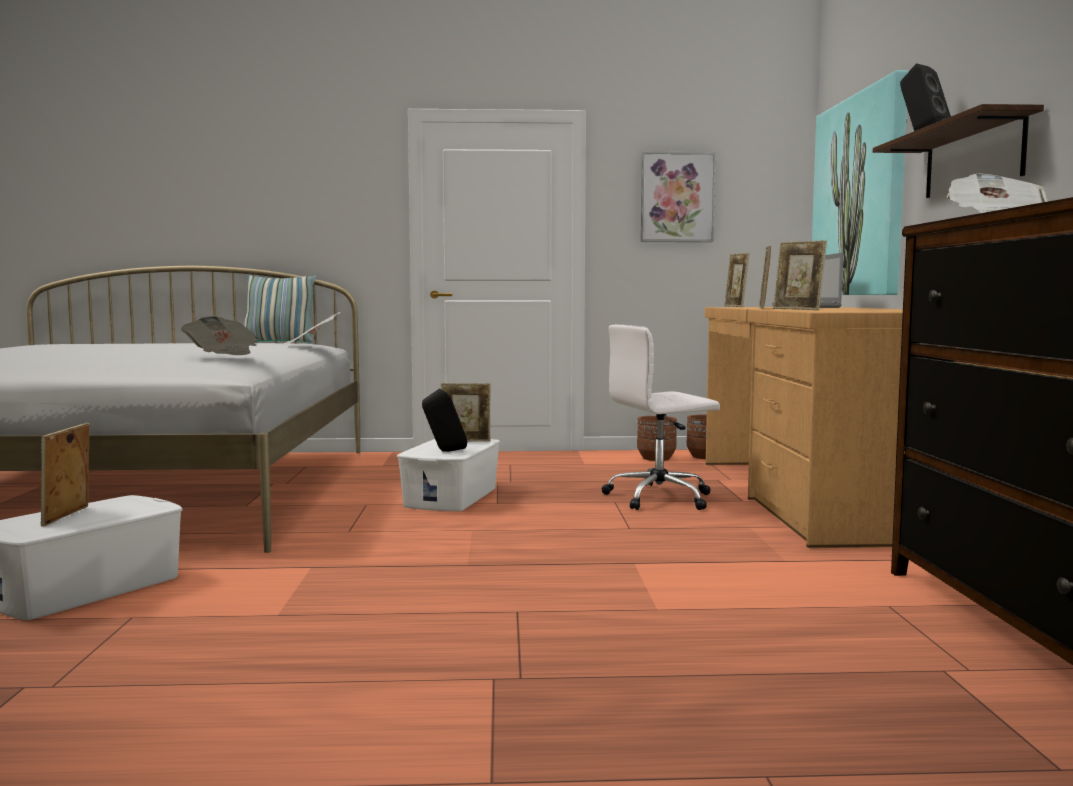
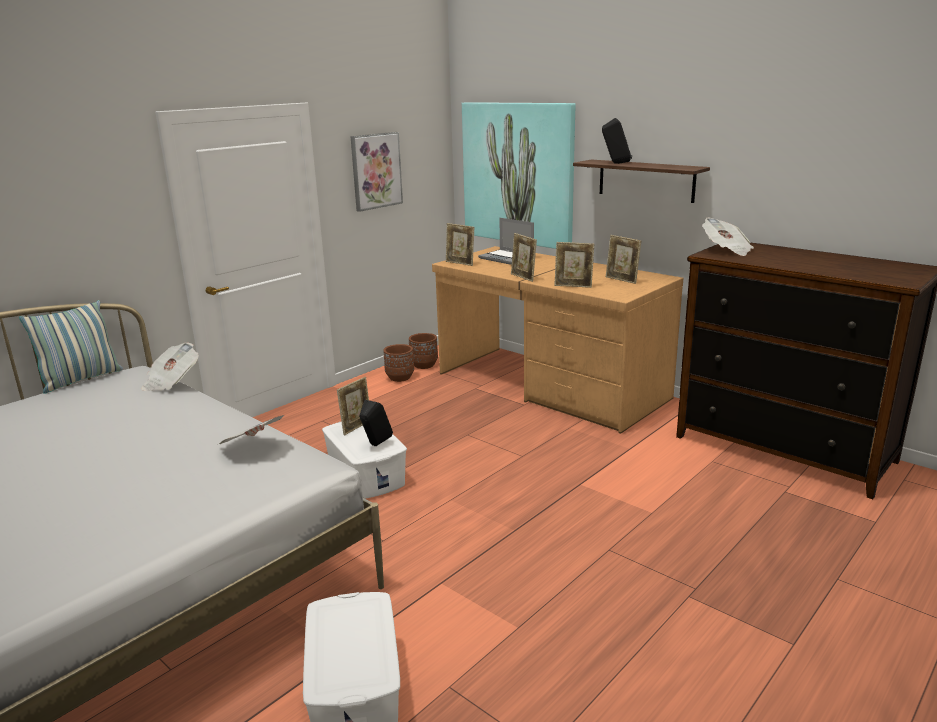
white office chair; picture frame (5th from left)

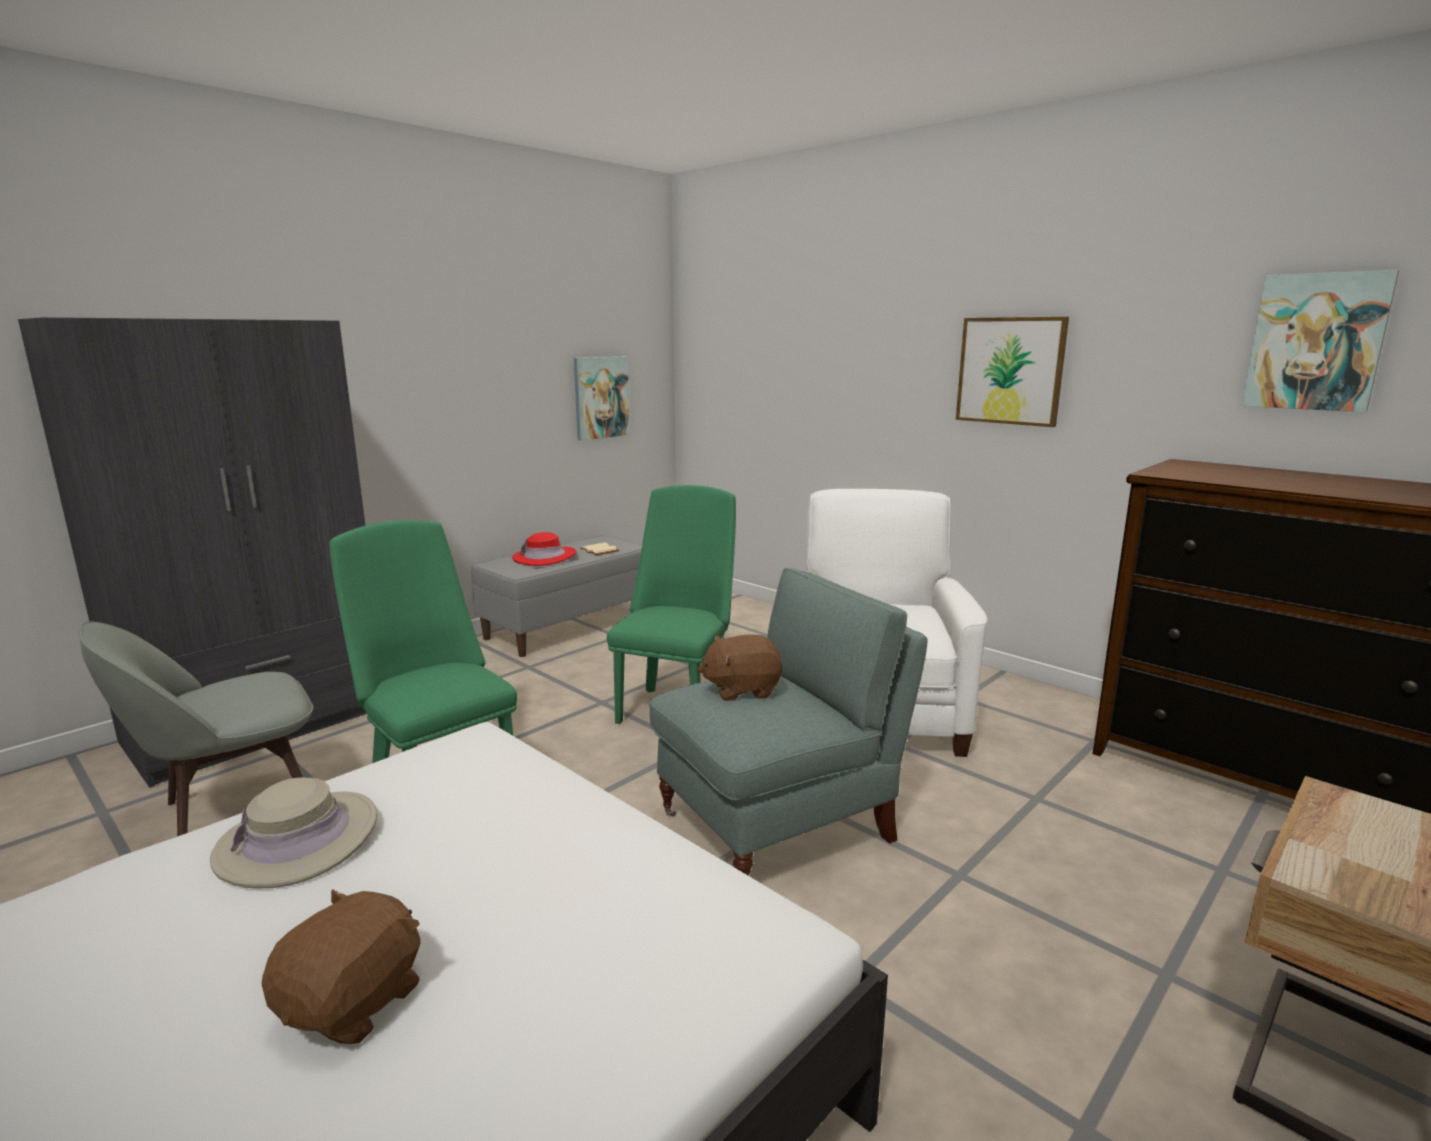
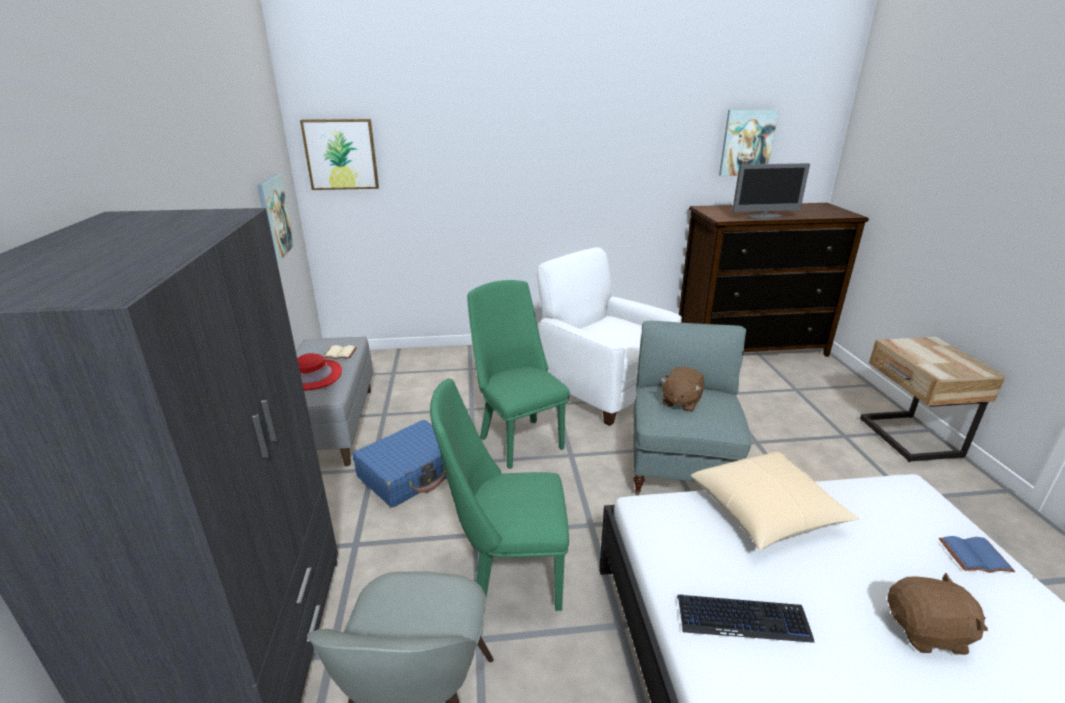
blue suitcase; beige pillow; monitor; blue book; picture (2nd from left); keyboard; brown plush toy (2nd from left)

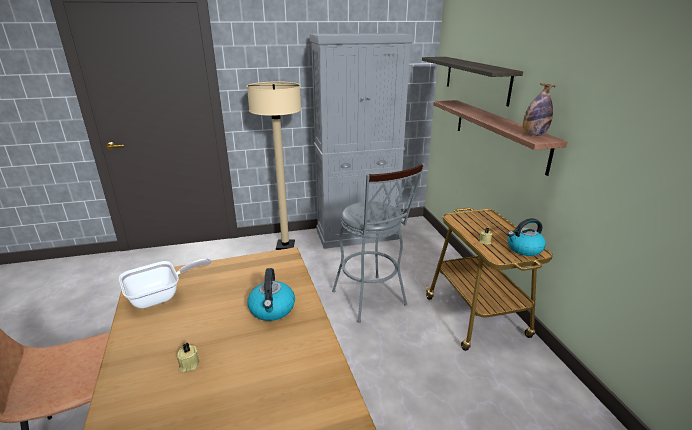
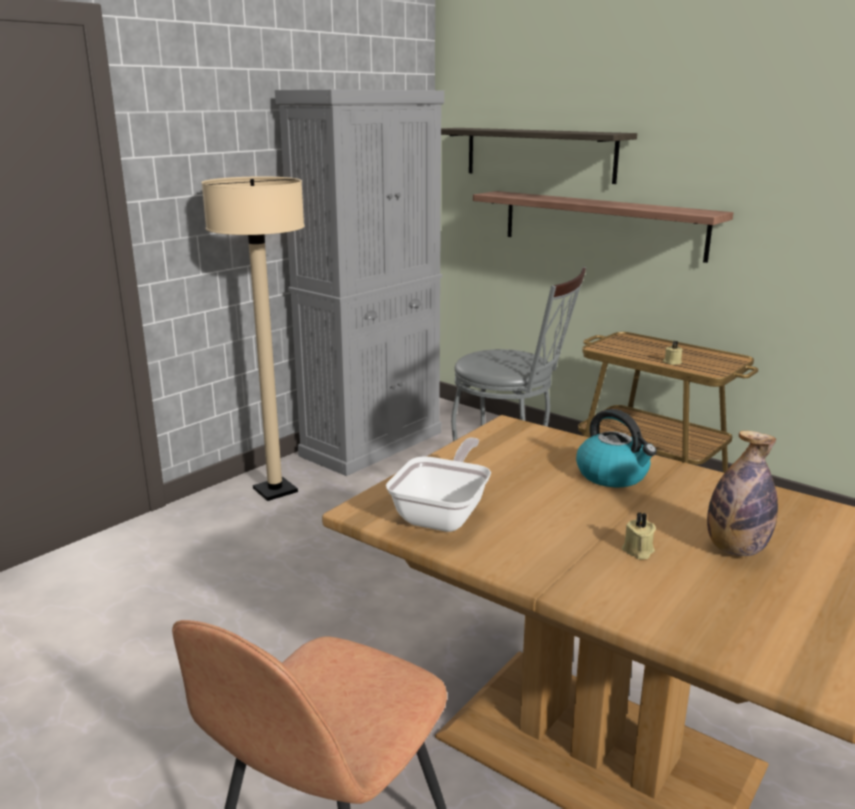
kettle (2nd from left in the first image); bottle

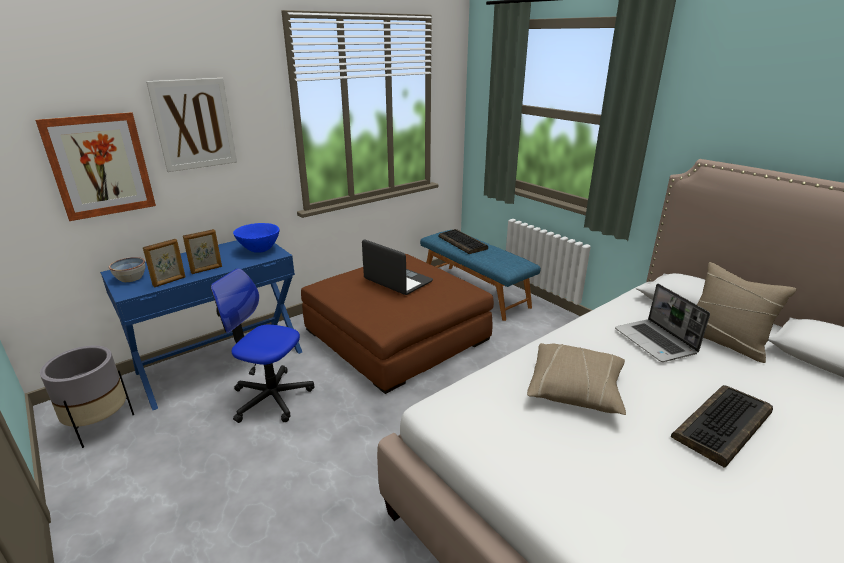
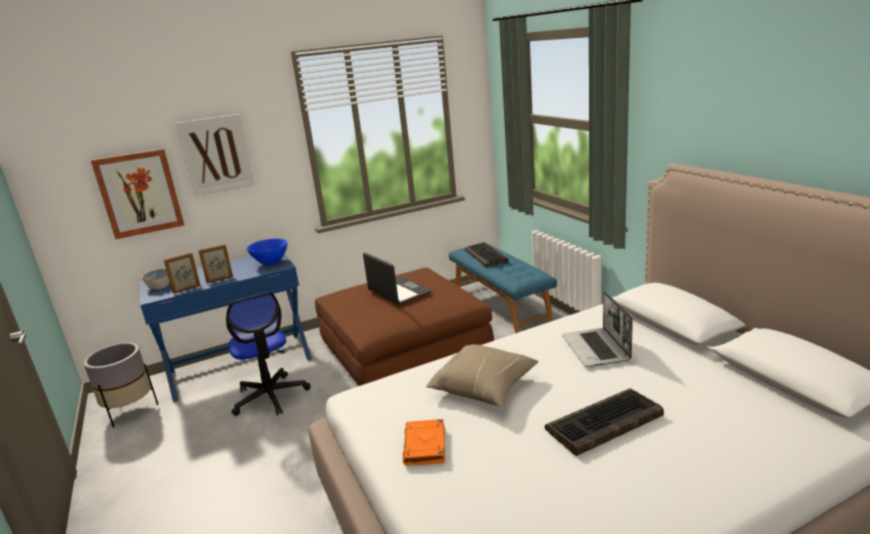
beige pillow (2nd from left in the first image); orange book; office chair

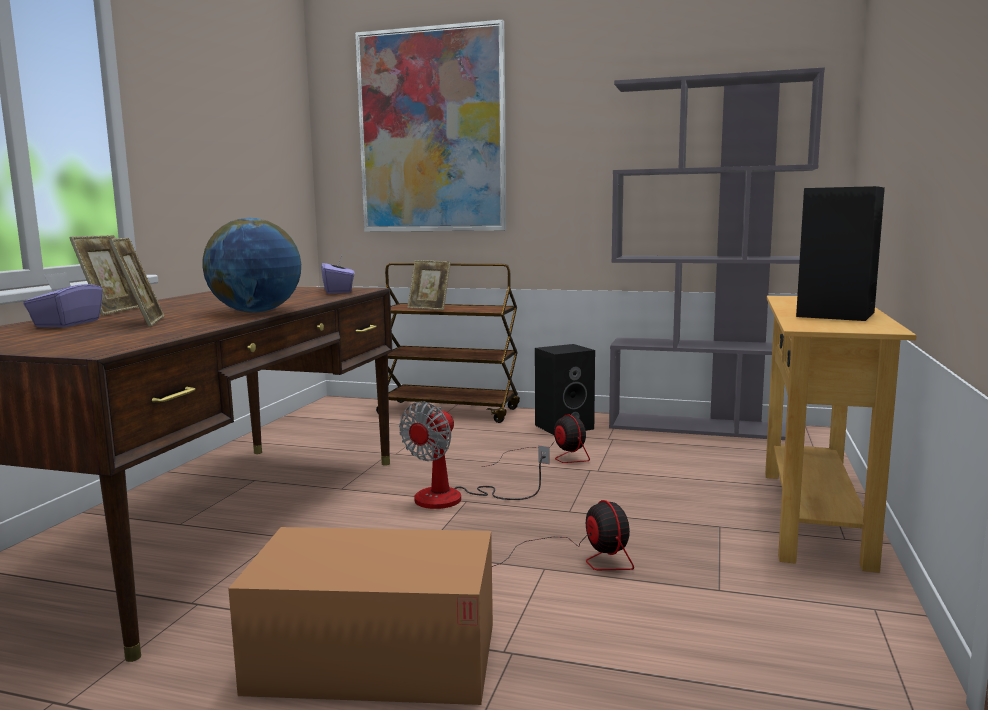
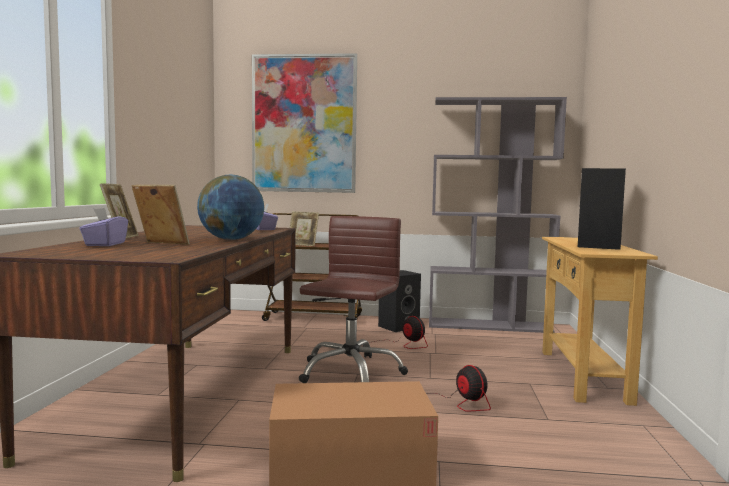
brown office chair; picture frame (2nd from left)

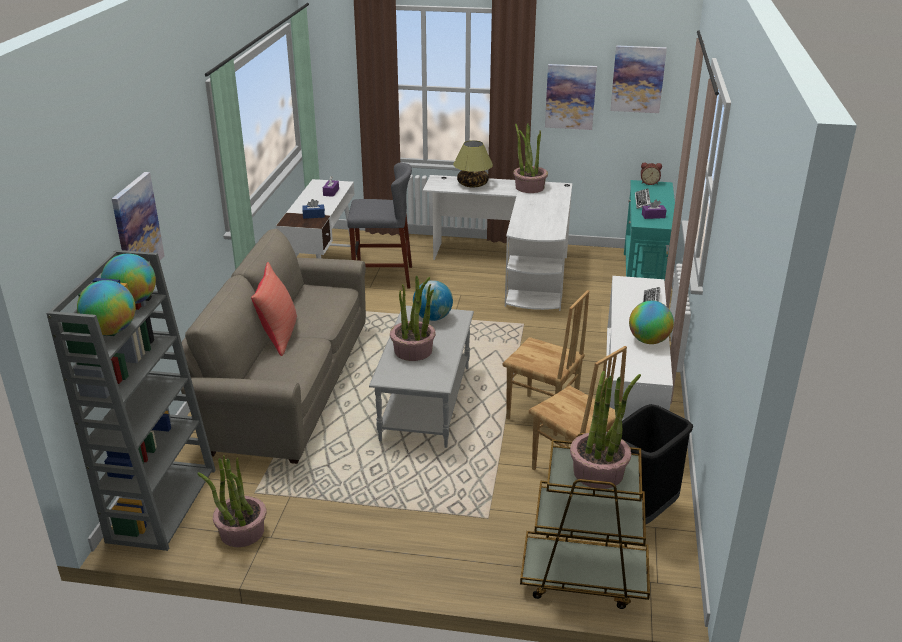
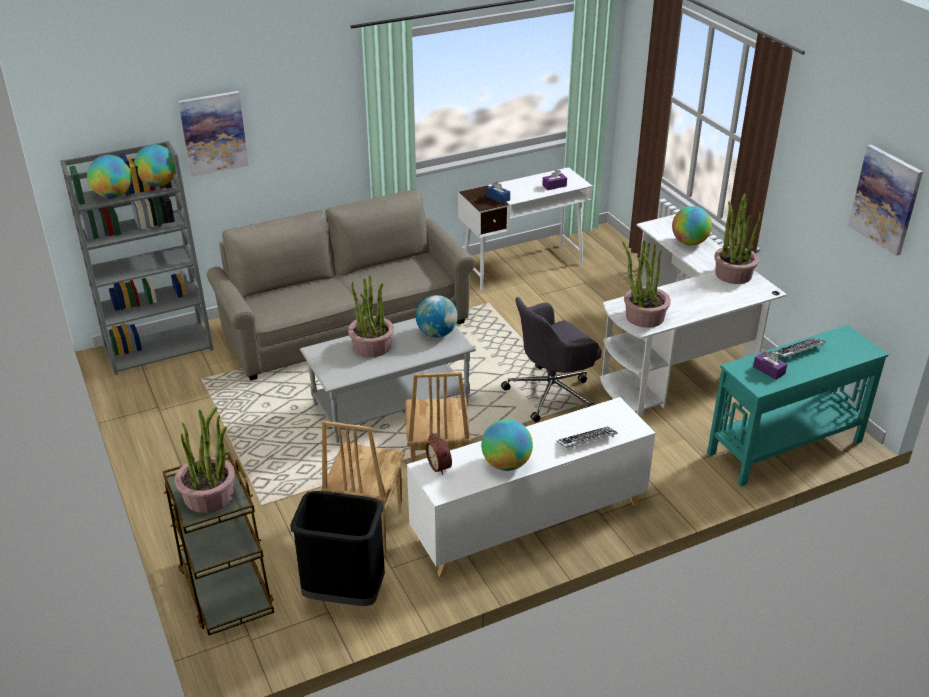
red pillow; grey stool; picture (2nd from left in the first image); grey office chair; potted plant (3rd from left); alarm clock; globe (5th from left)

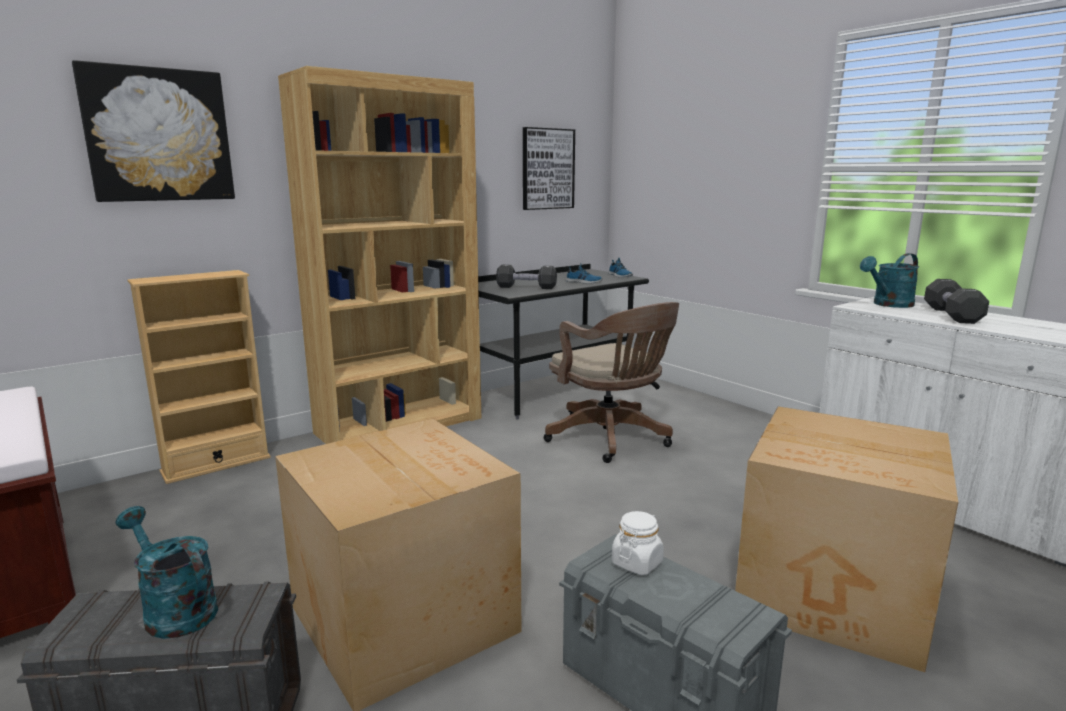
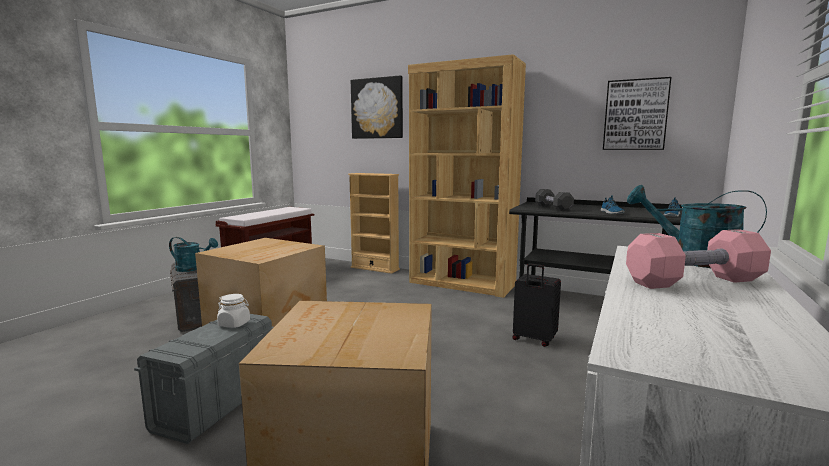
black suitcase; pink dumbbell; turquoise watering can (1st from left)

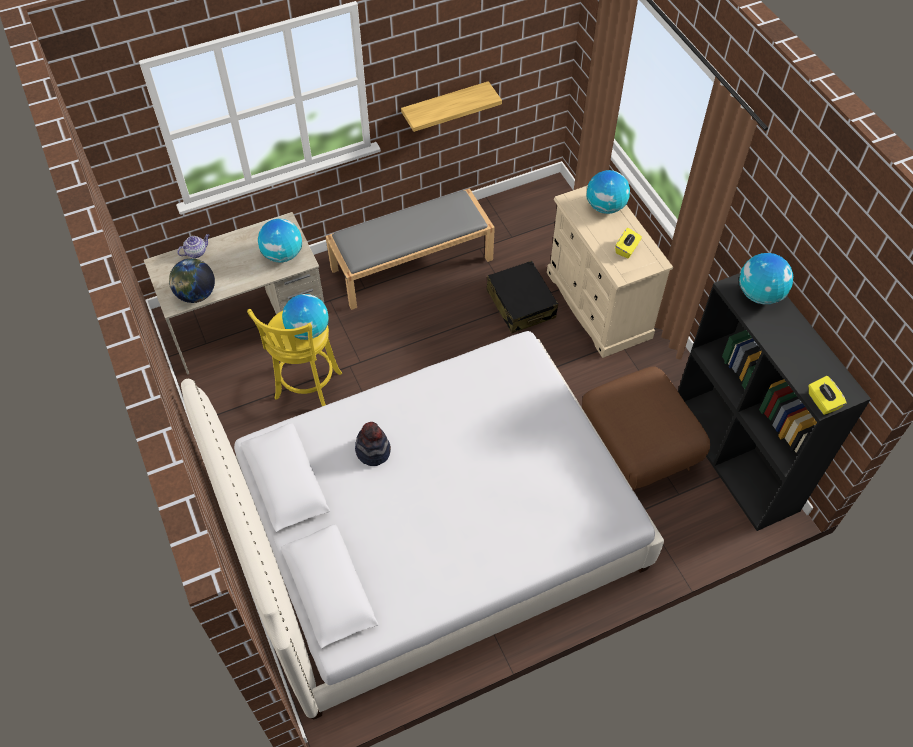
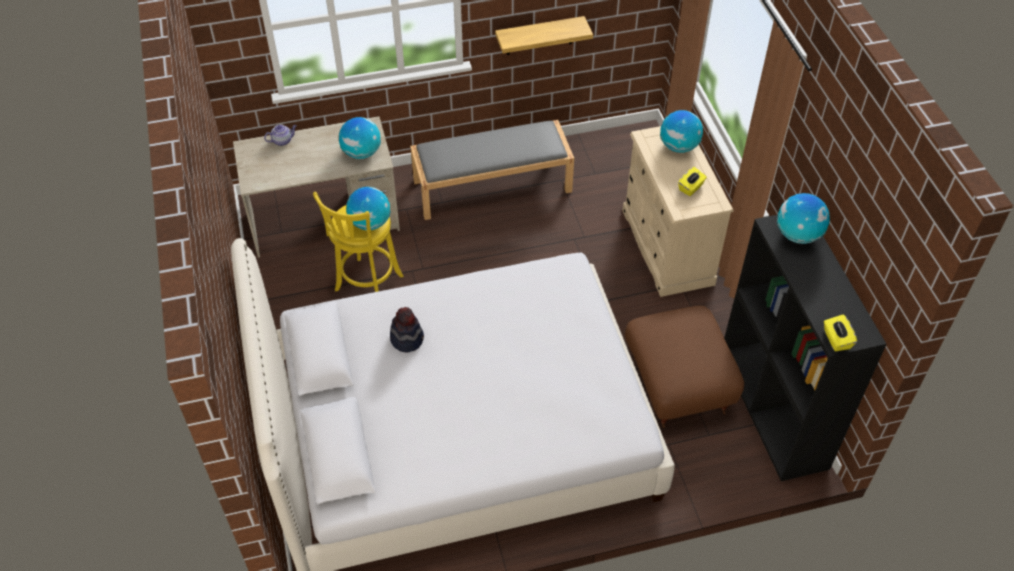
globe (1st from left in the first image); black suitcase

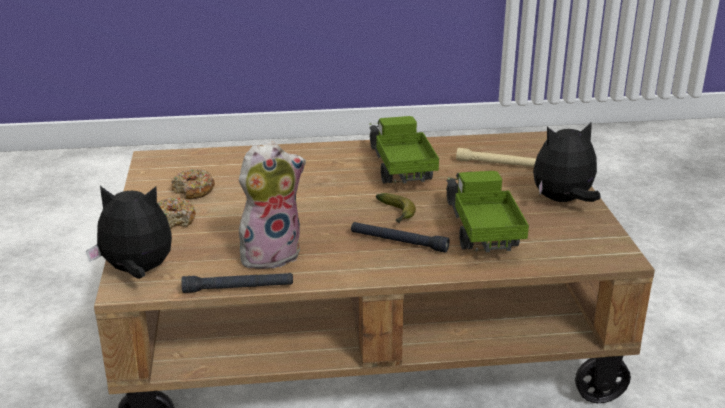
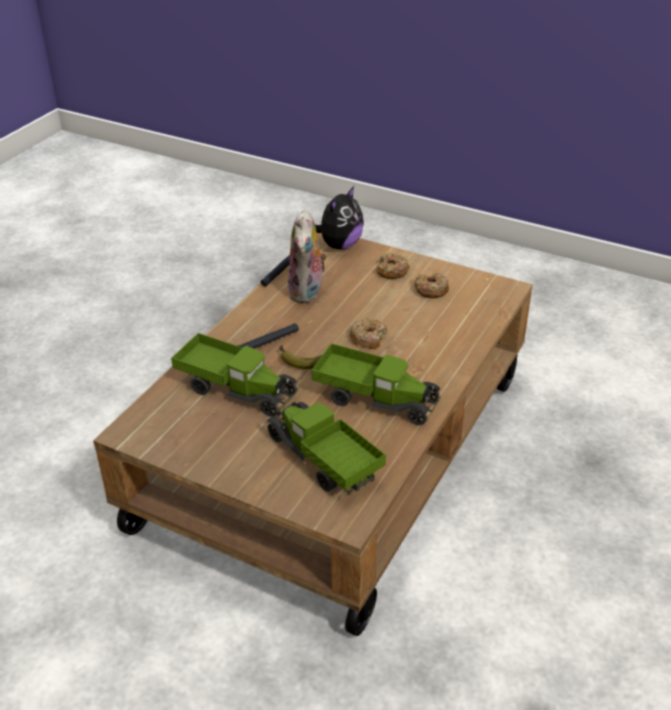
plush toy (3rd from left in the first image); donut (1st from left); toy truck (2nd from left)

